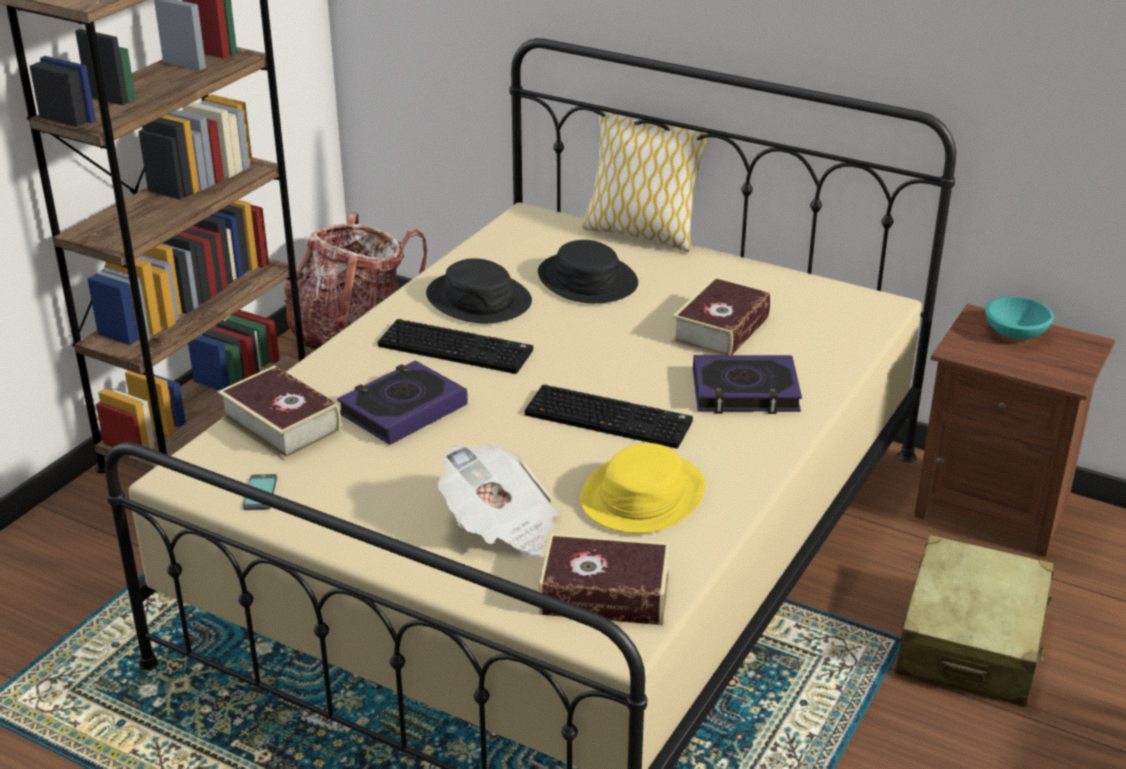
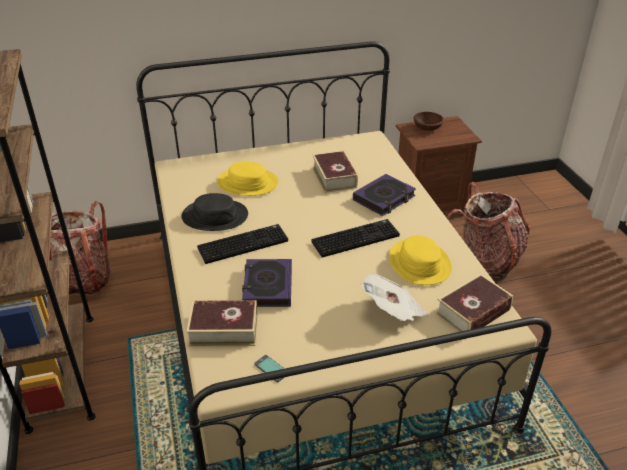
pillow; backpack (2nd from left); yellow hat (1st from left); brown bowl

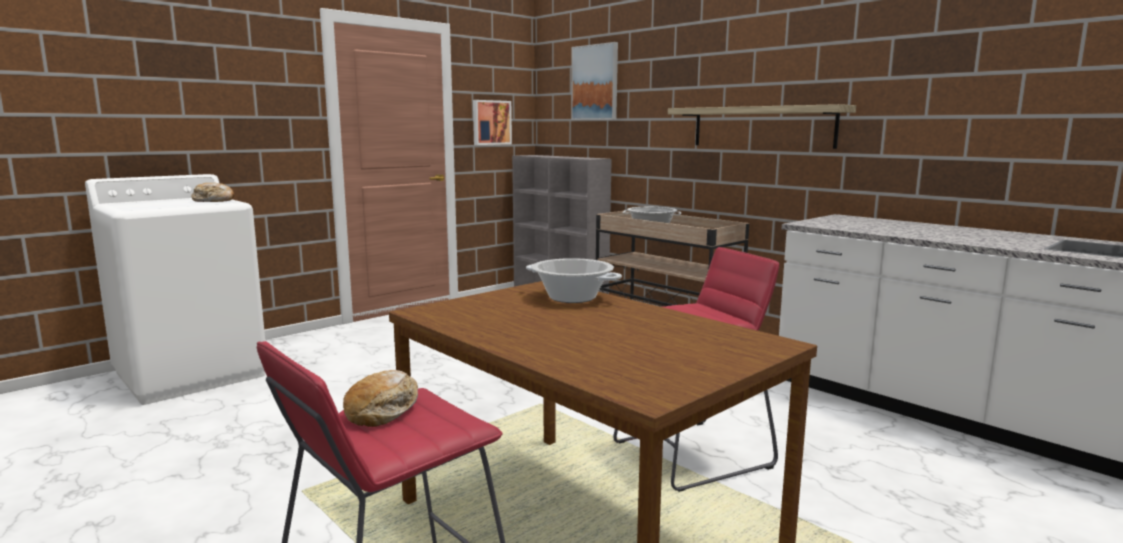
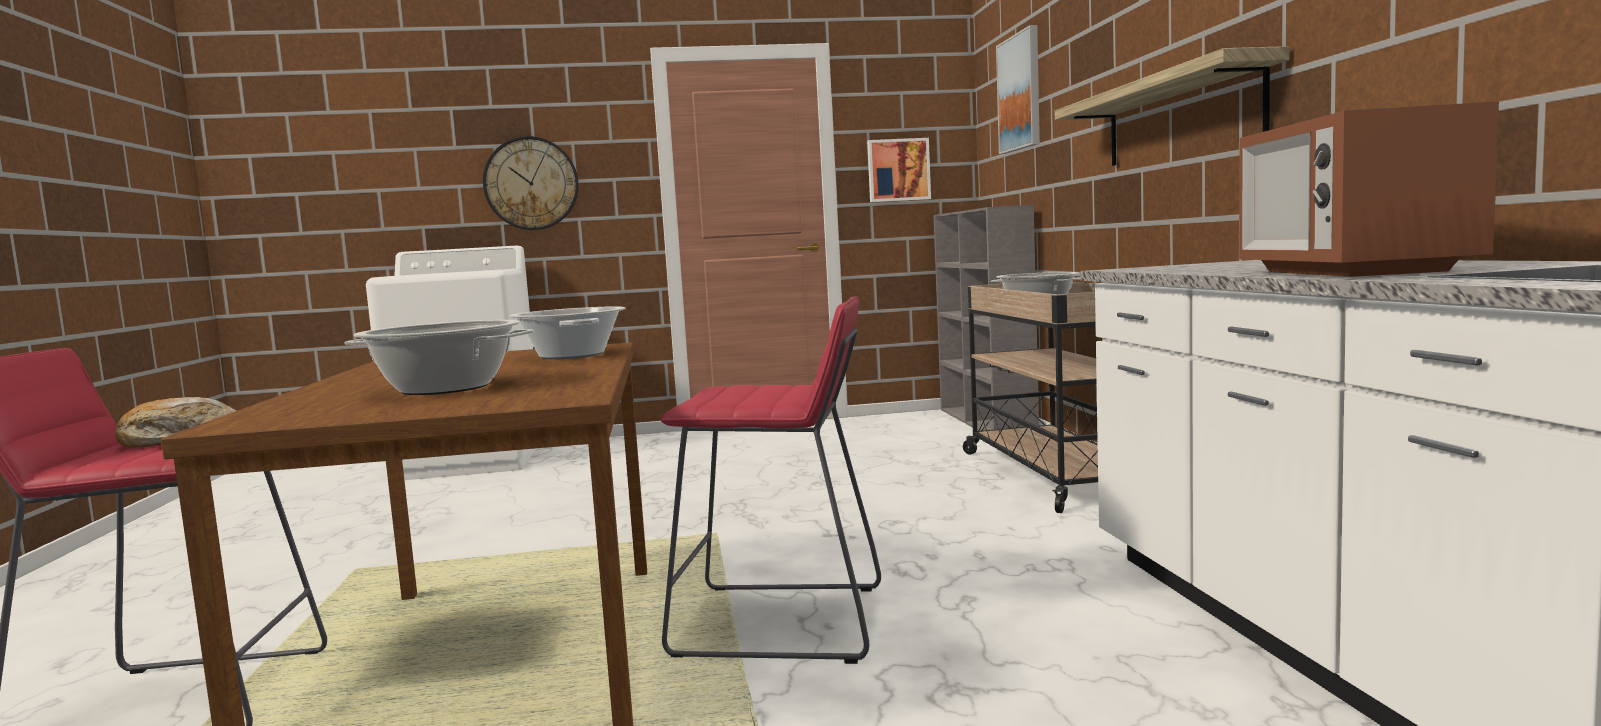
bread (1st from left in the first image); cooking pot (1st from left); wall clock; microwave

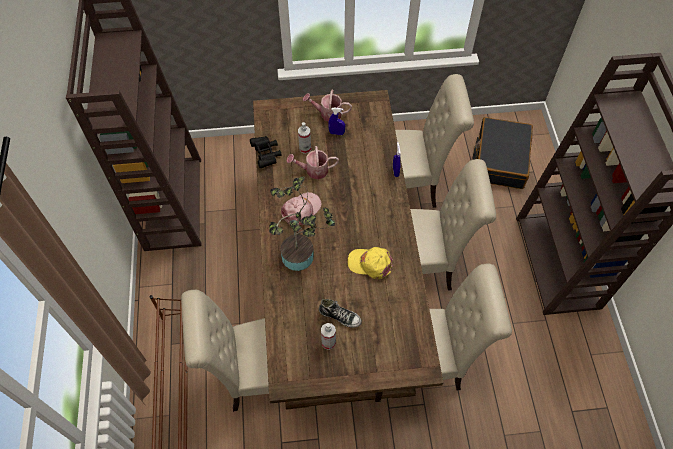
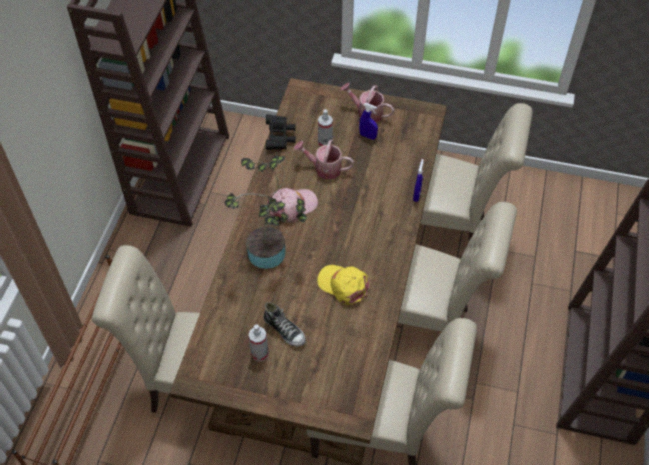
black suitcase

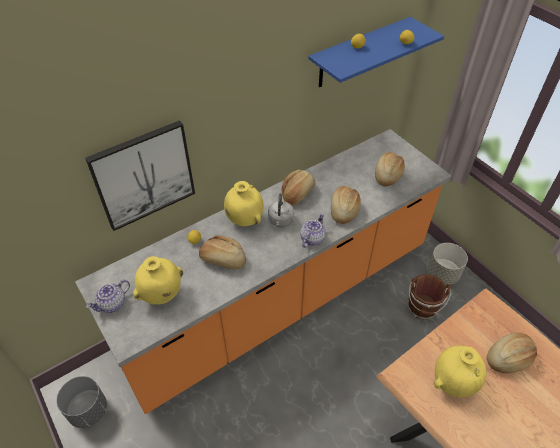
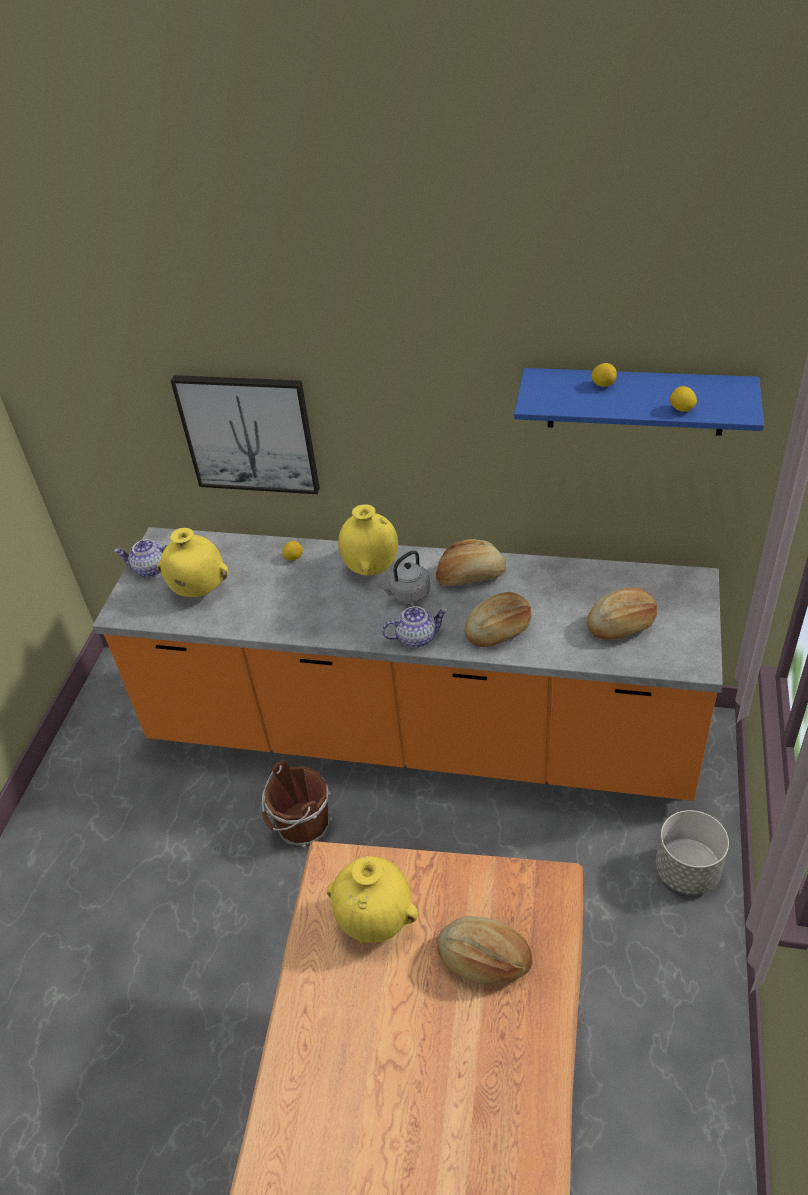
grey planter (1st from left in the first image); bread (1st from left in the first image); brown bucket

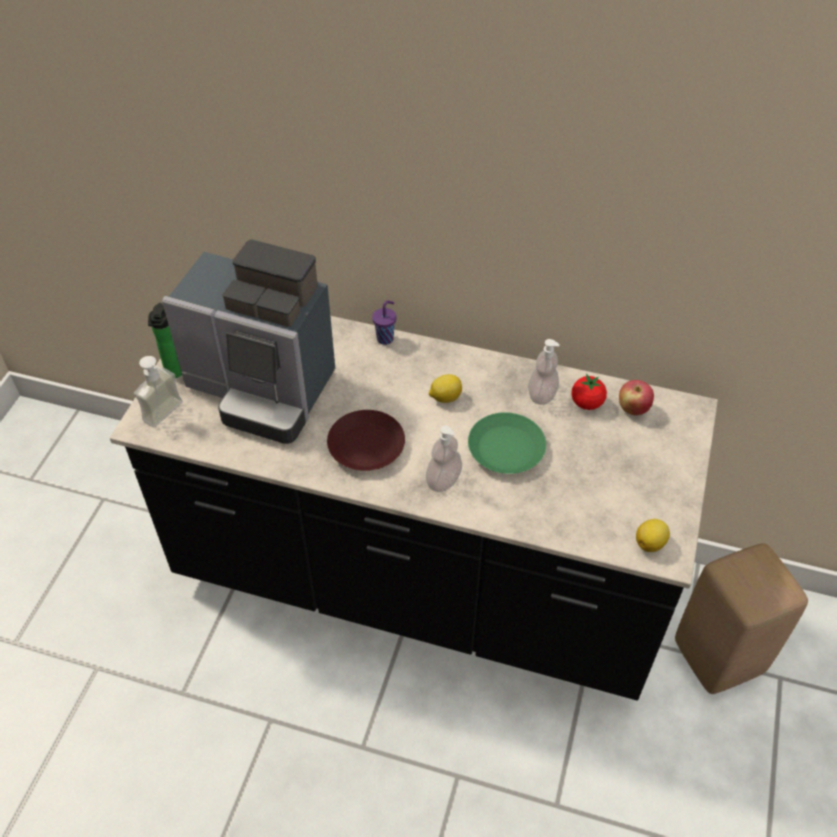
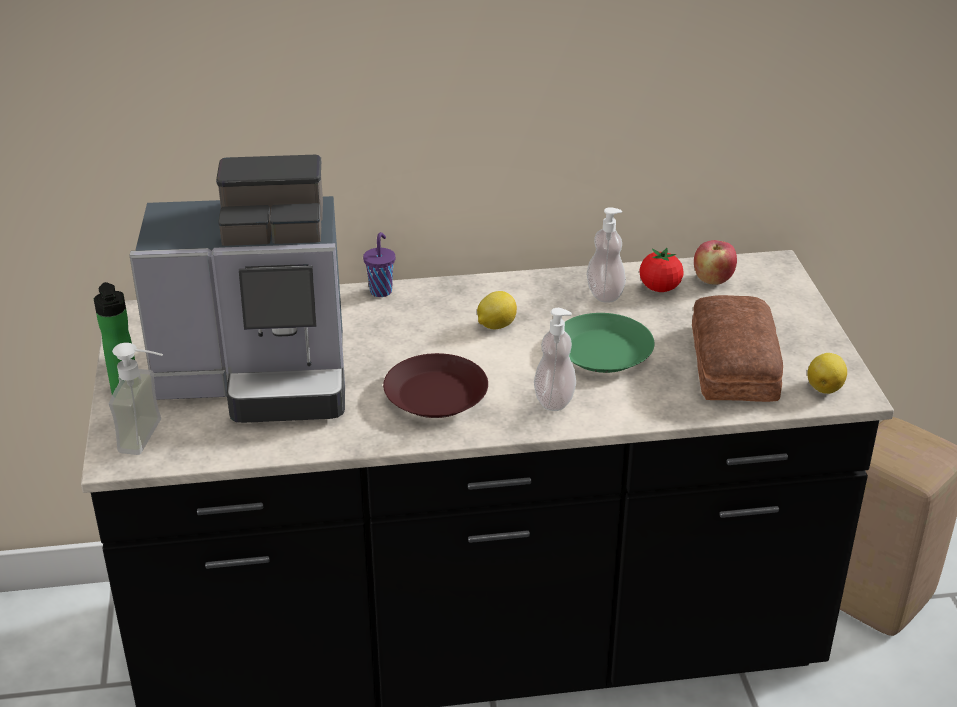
bread

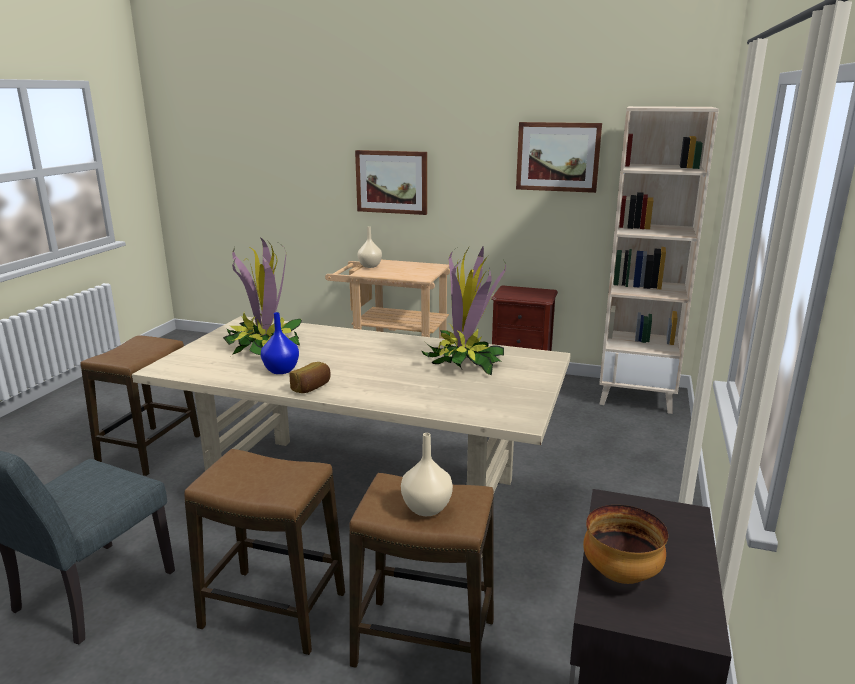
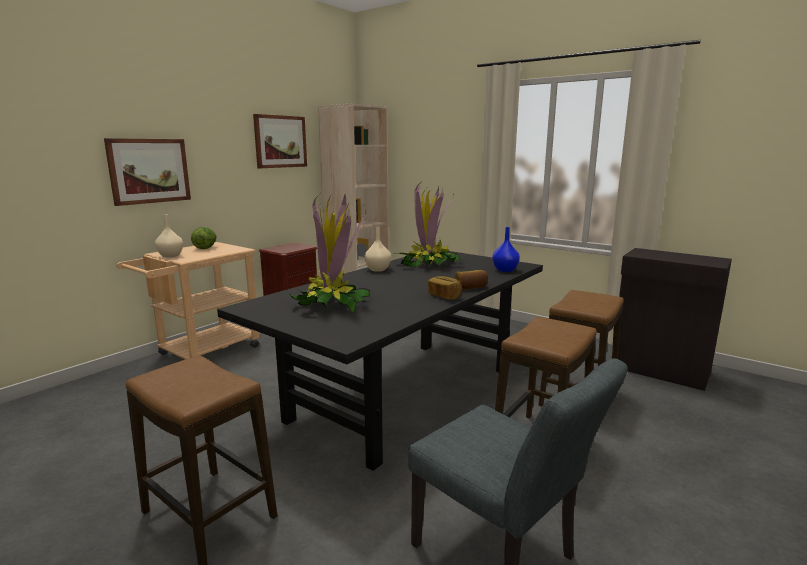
bowl; lettuce; bread (2nd from left); blue vase; beige vase (2nd from left); black dining table

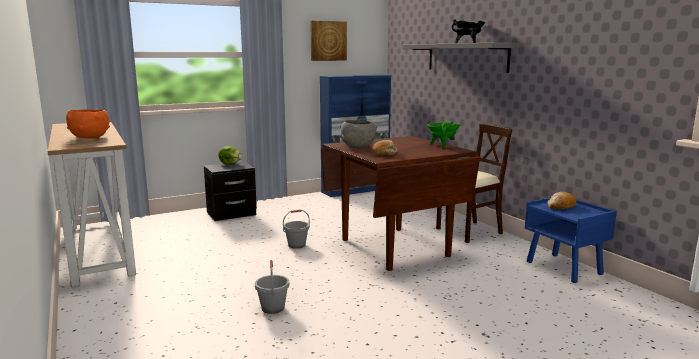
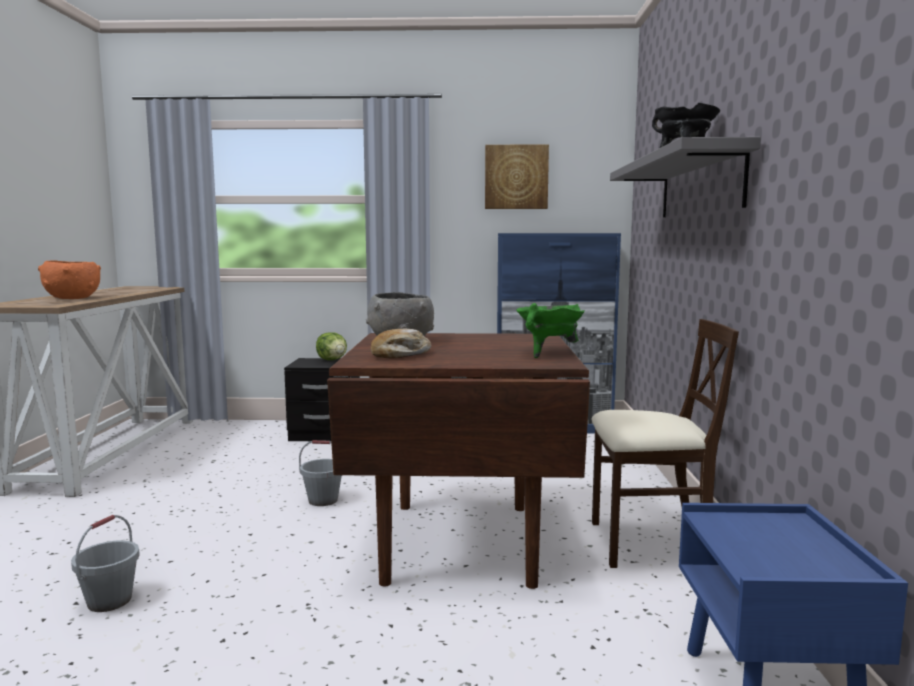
bread (2nd from left in the first image)

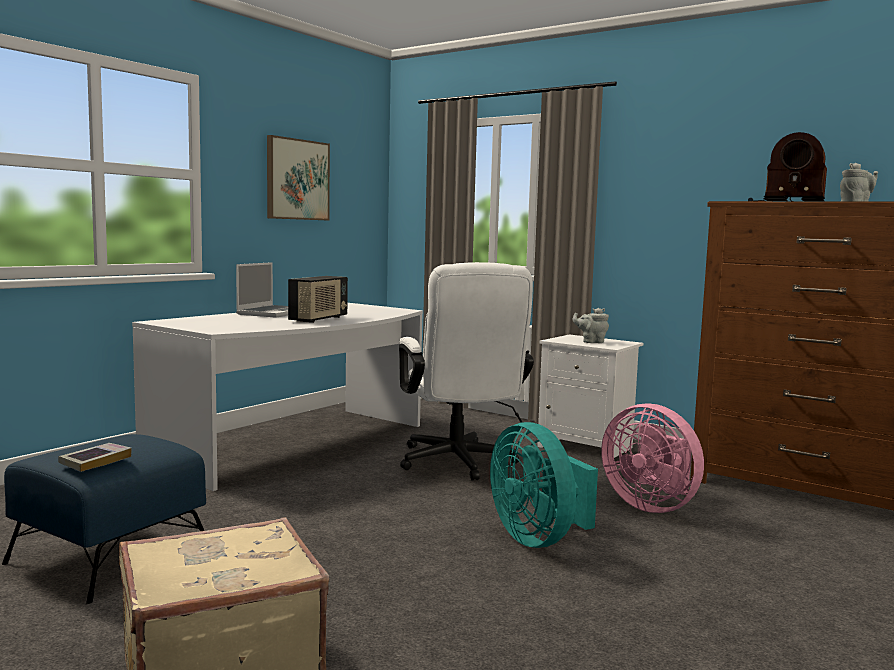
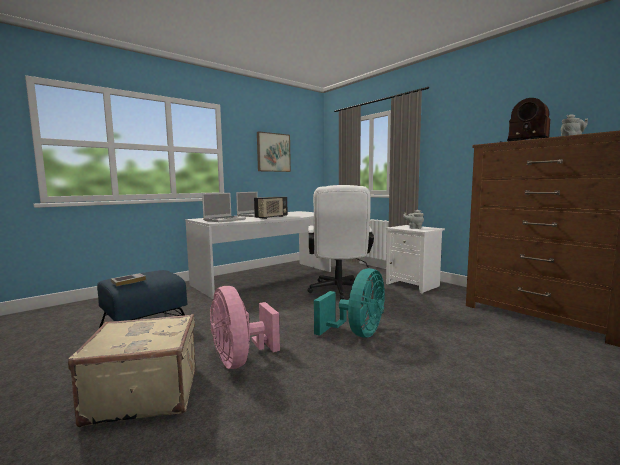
laptop (1st from left); pink fan; turquoise fan

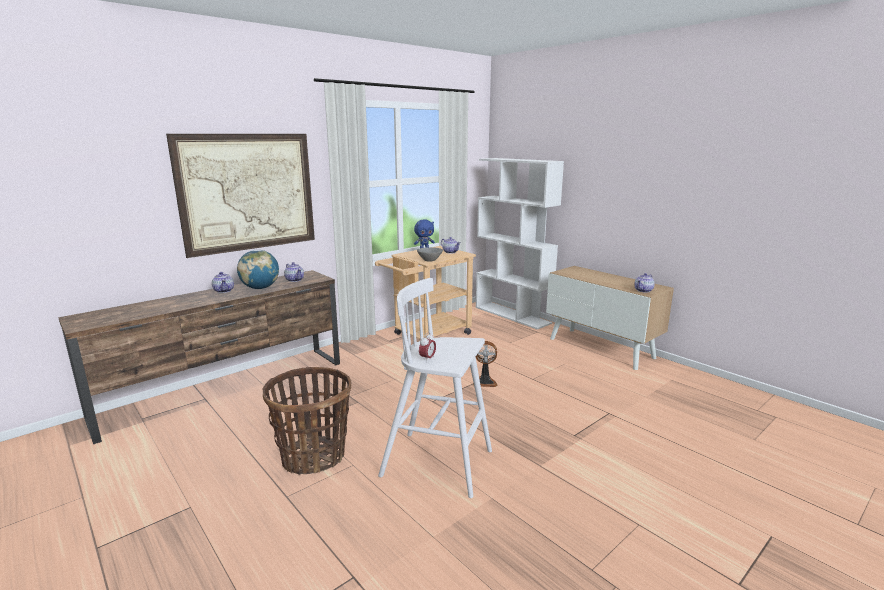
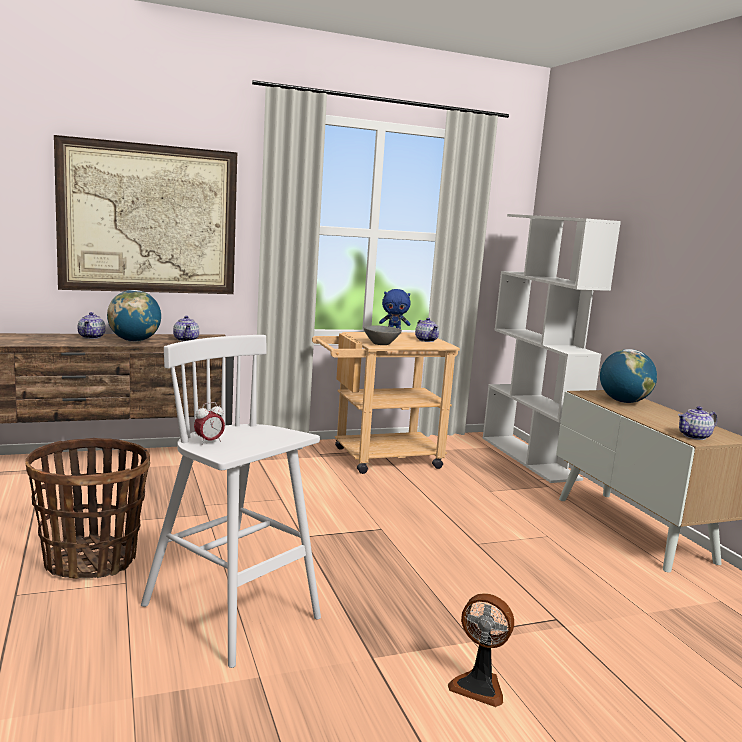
globe (2nd from left); fan

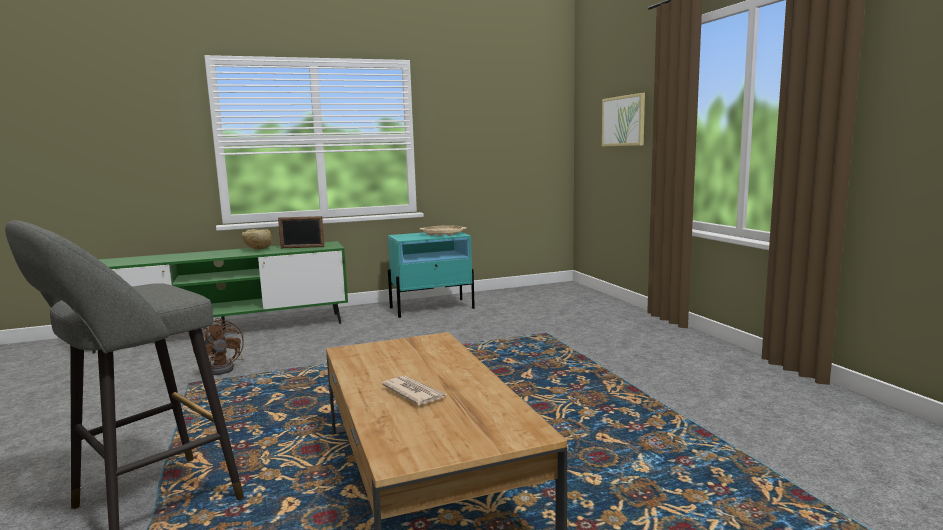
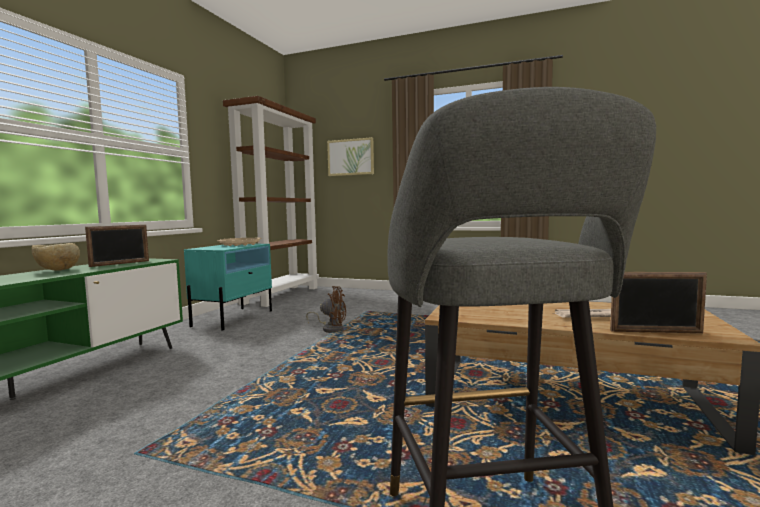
brown bookcase; picture frame (2nd from left); brown fan

